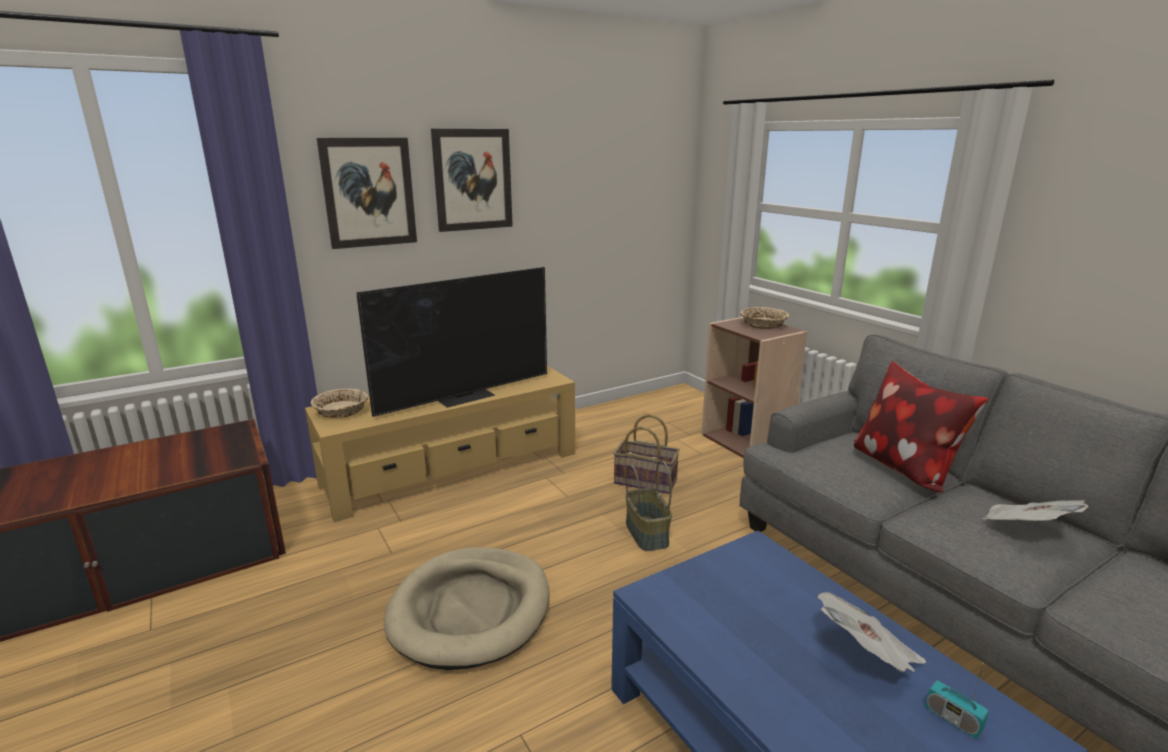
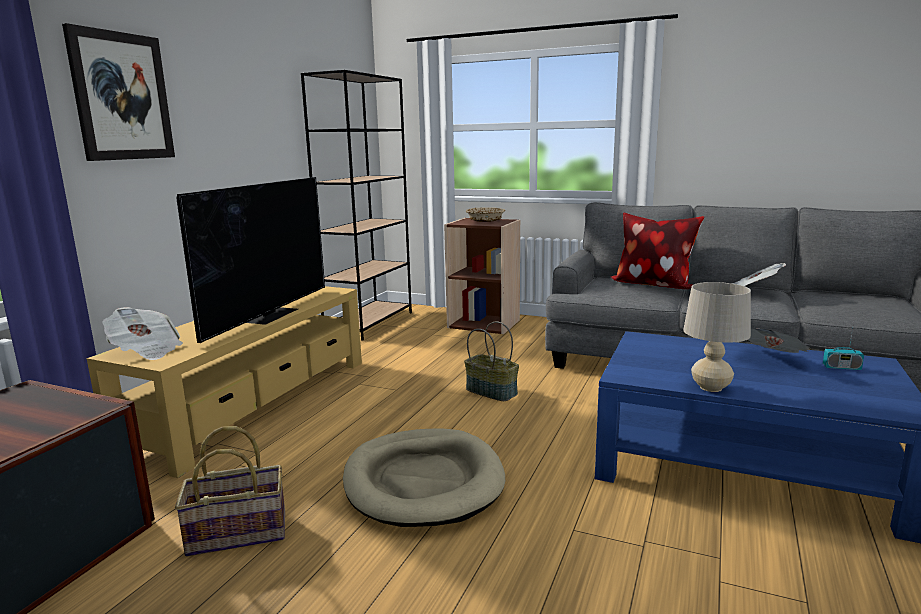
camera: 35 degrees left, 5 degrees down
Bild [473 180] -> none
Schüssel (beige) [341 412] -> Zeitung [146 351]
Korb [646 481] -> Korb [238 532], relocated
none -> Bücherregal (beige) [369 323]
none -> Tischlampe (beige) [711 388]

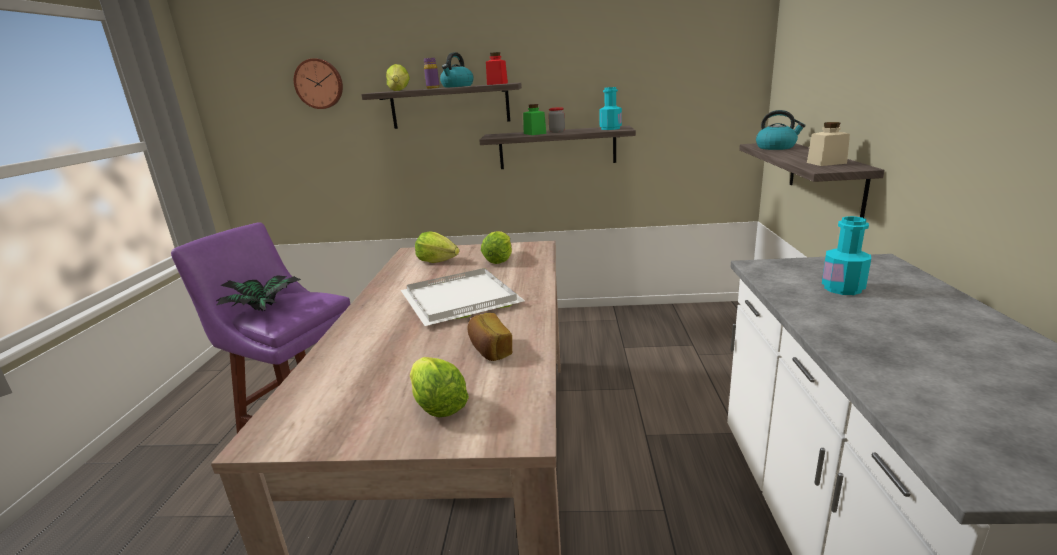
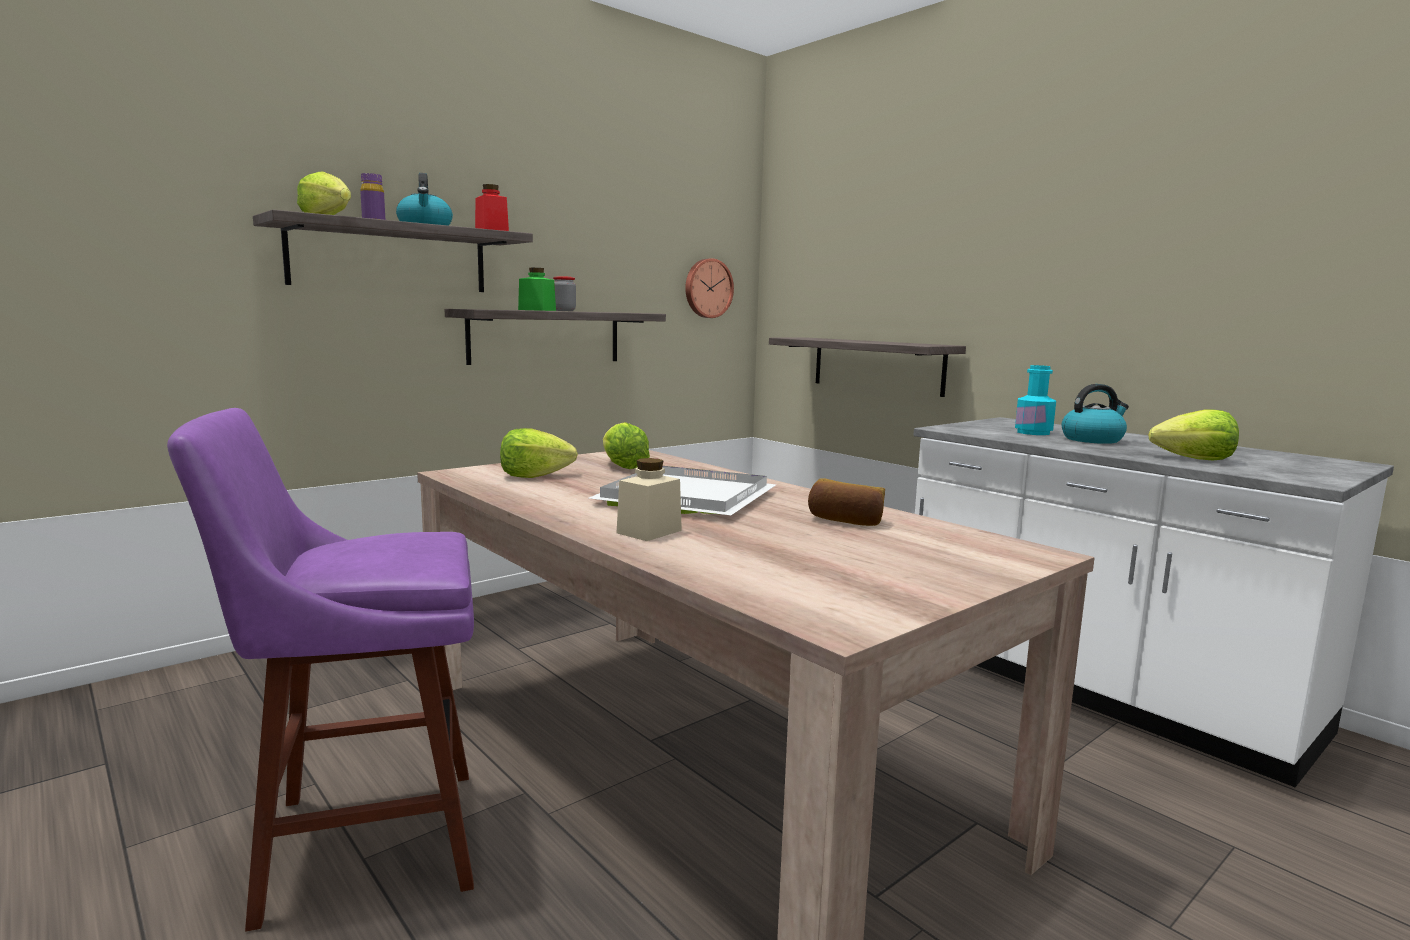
camera: 45 degrees left, 10 degrees down
Wanduhr [319 84] -> Wanduhr [707 288], relocated
Flasche (türkis) [610 129] -> none
Wasserkessel [776 147] -> Wasserkessel [1092 439], relocated
Vorratsglas (beige) [826 163] -> Vorratsglas (beige) [649 532], relocated
Topfpflanze [266 309] -> none
Salatkopf [437 405] -> Salatkopf [1195 459], relocated

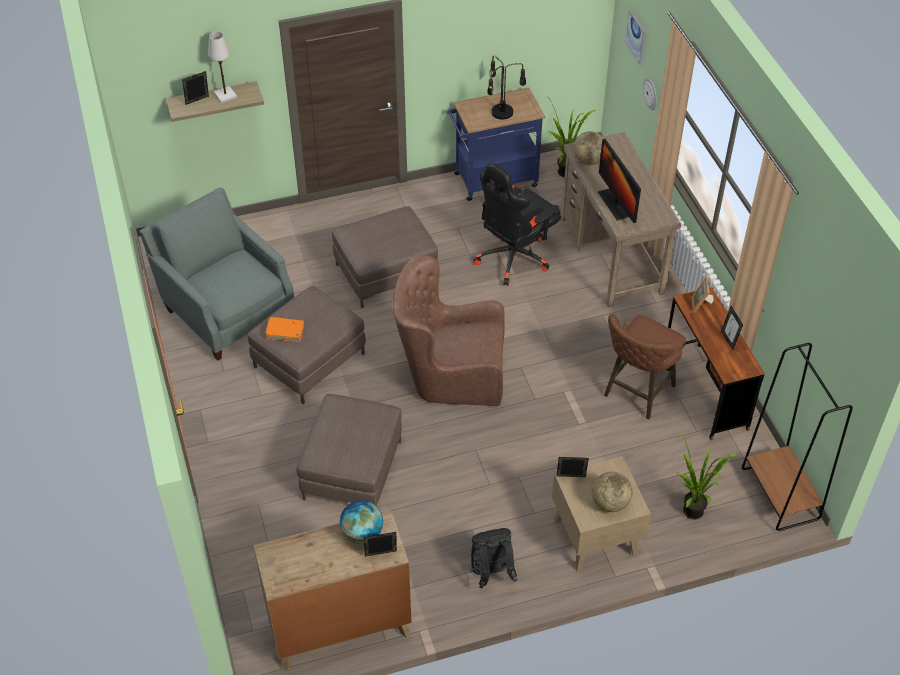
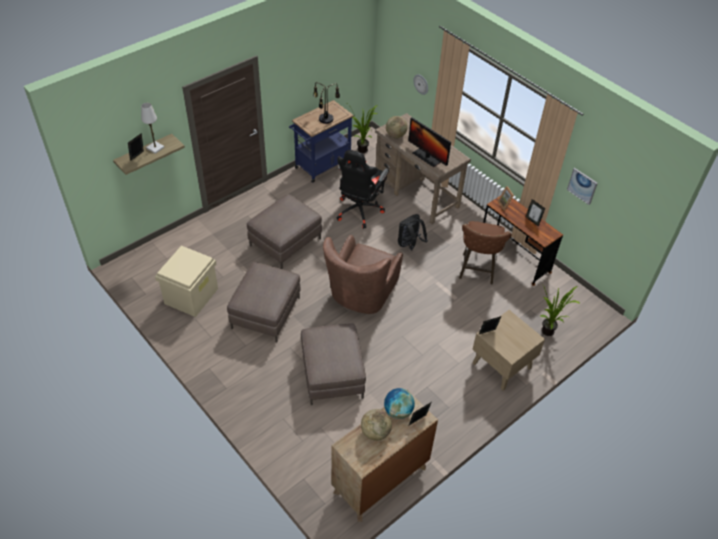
camera: 25 degrees left, 0 degrees up
Bild [636 37] -> Bild [582 186], relocated
Sessel (grau) [226 309] -> Aufbewahrungsbox (beige) [191 295]
Sessel (braun) [450 375] -> Sessel (braun) [360 294], 45 degrees counterclockwise
Buch (orange) [285 332] -> none
Kleiderständer [780 494] -> none
Globus [610 503] -> Globus [375 432], relocated
Rucksack (schwarz) [491 573] -> Rucksack (schwarz) [409 245], relocated

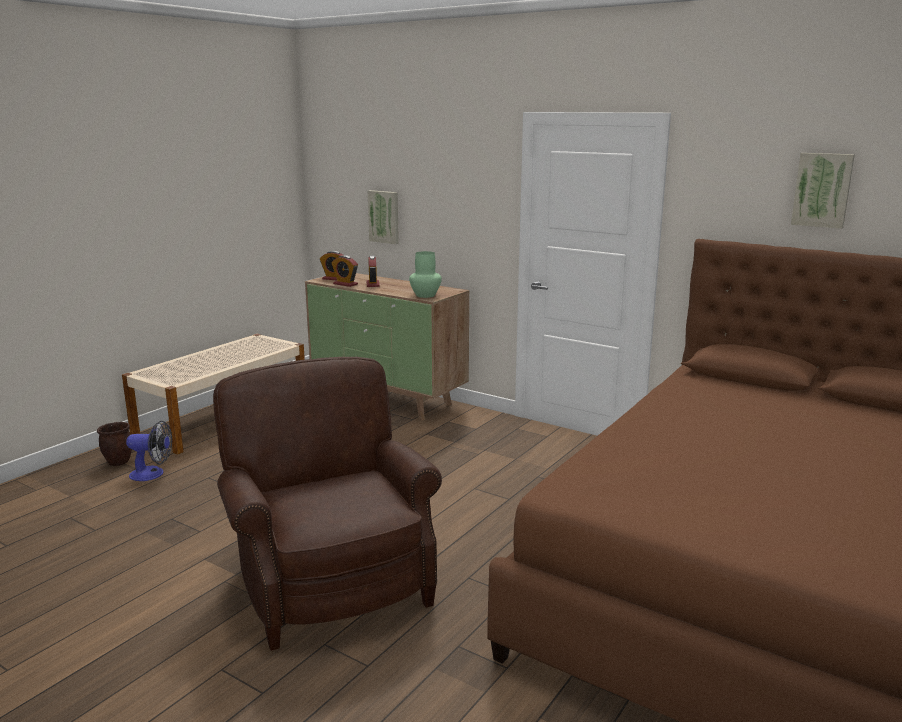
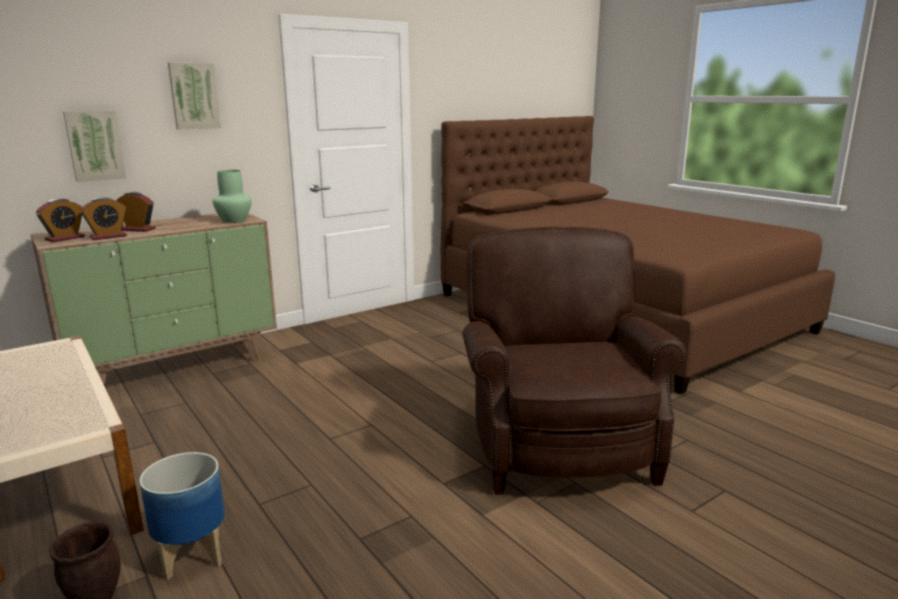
camera: 70 degrees left, 0 degrees up
Bild [822 190] -> Bild [194 96], relocated
Sessel (braun) [329 580] -> Sessel (braun) [557 442], 90 degrees clockwise
Ventilator [152 474] -> Pflanzkübel [191 557]

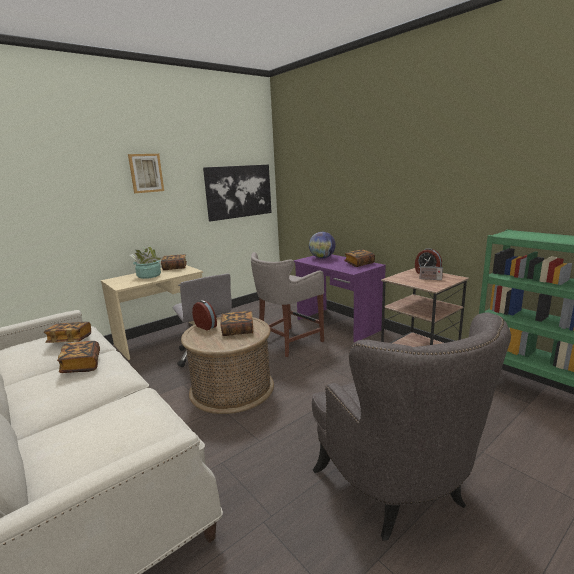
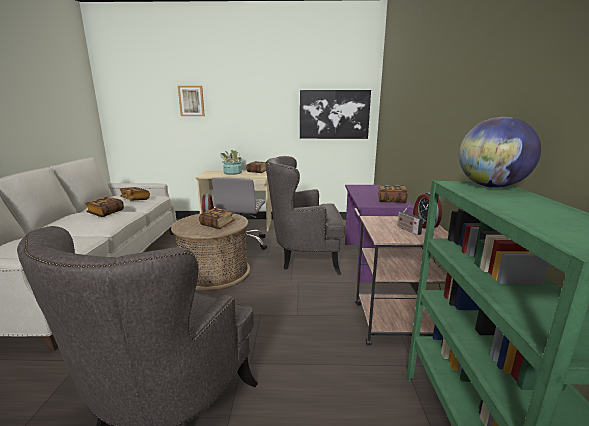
camera: 40 degrees right, 0 degrees up
Bild [146 173] -> Bild [191 101], relocated
Globus [322 258] -> Globus [491 186], relocated
Hocker (grau) [287 342] -> Sessel (grau) [305 258]

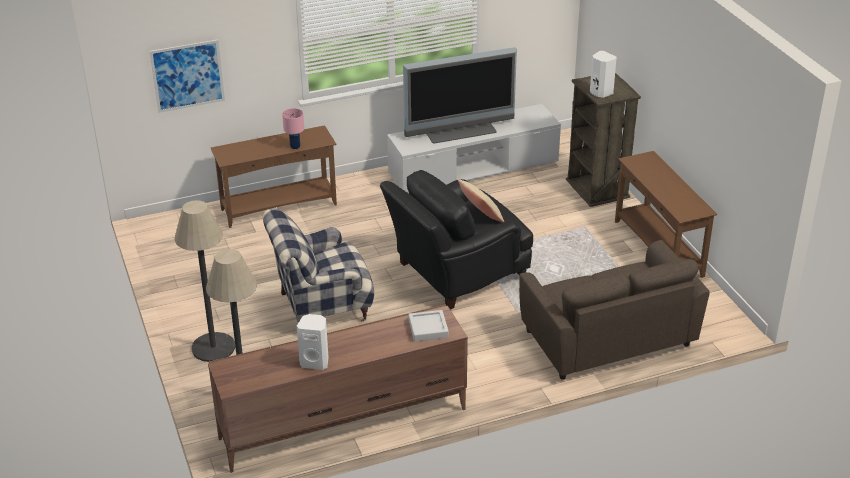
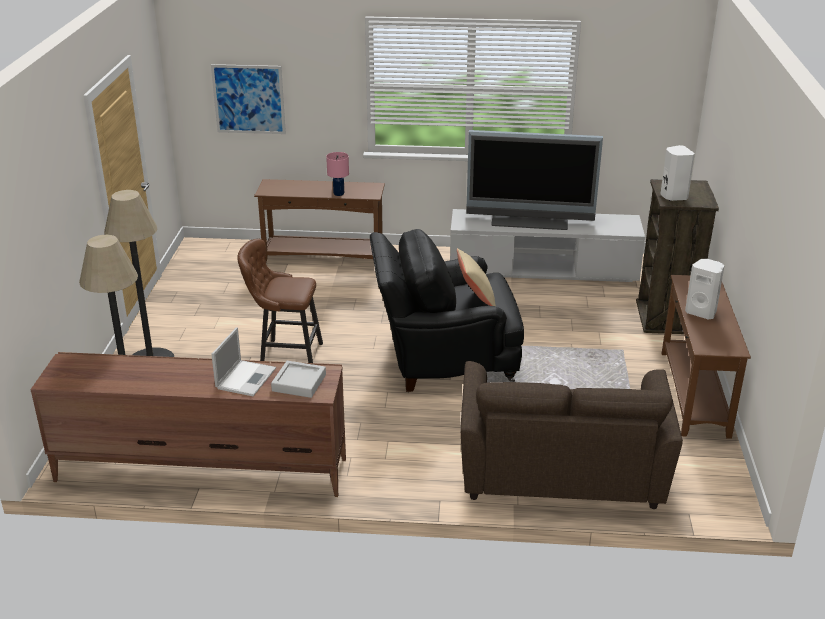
camera: 25 degrees right, 5 degrees down
Sessel [322 307] -> Hocker (braun) [283 354]
Lautsprecher (weiß) [315 362] -> Lautsprecher (weiß) [701 312], relocated
none -> Laptop [246 378]

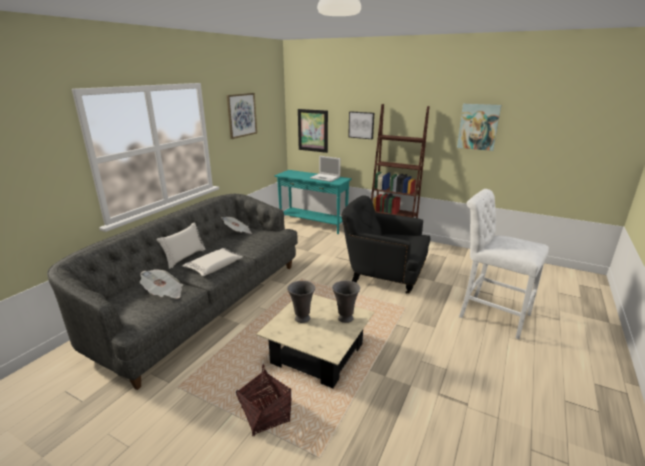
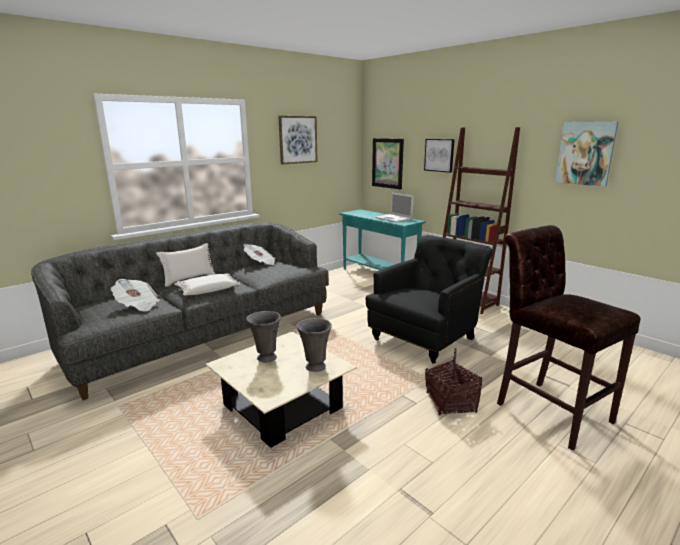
camera: 20 degrees right, 5 degrees down
Hocker (weiß) [490 314] -> Hocker (braun) [548 409]
Sessel (schwarz) [383 274] -> Sessel (schwarz) [426 337], 90 degrees clockwise
Korb [265 415] -> Korb [450 403], relocated

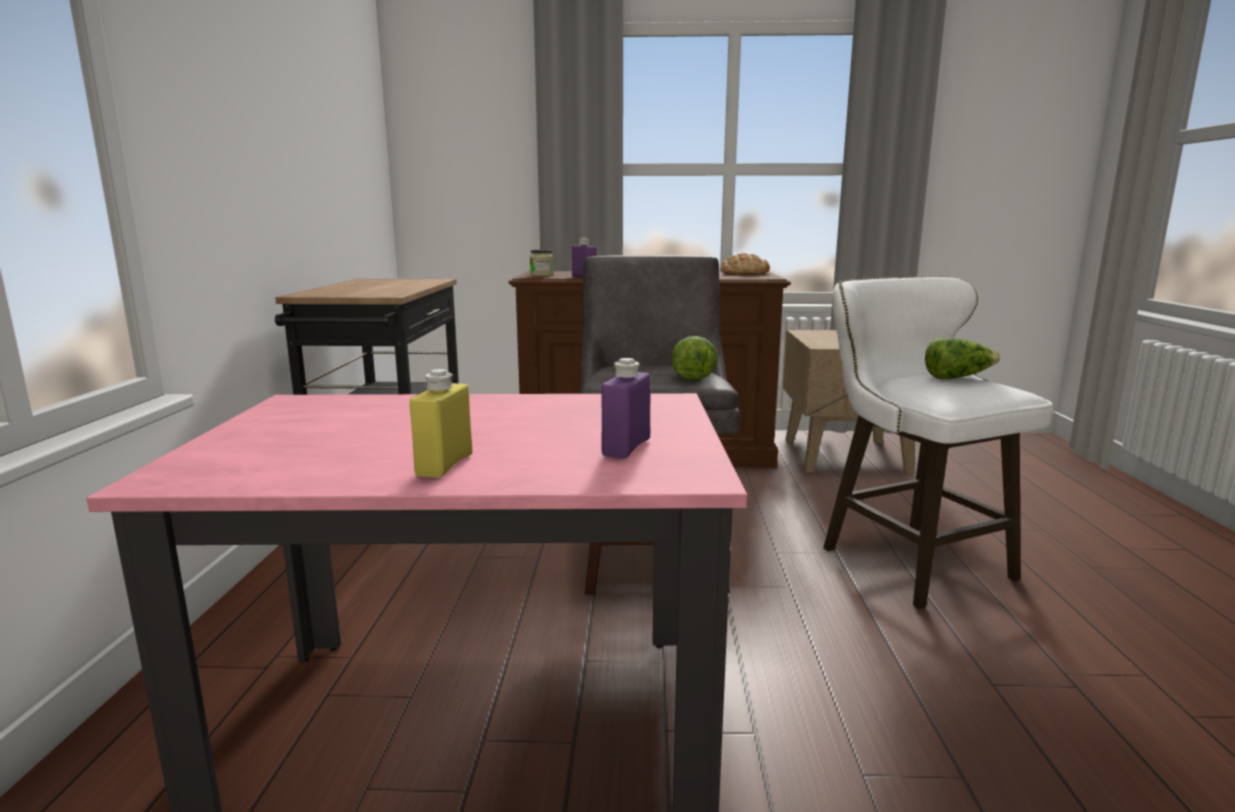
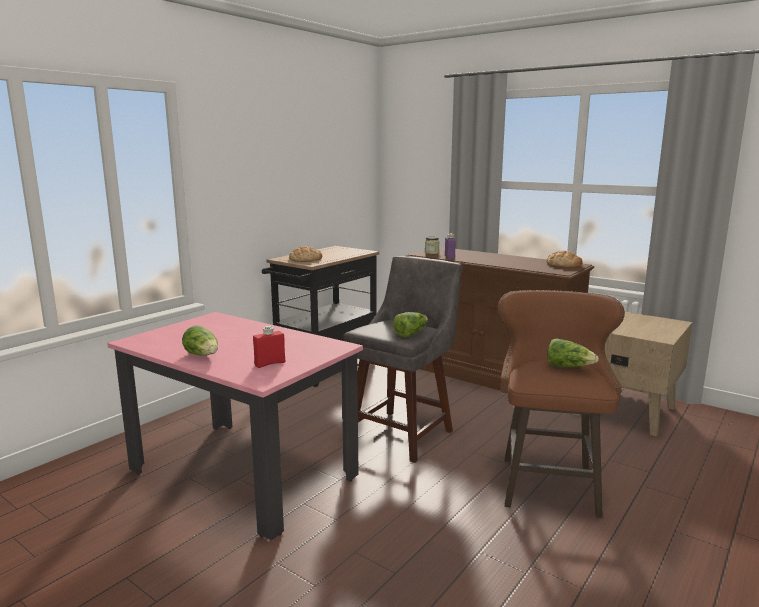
camera: 35 degrees right, 0 degrees up
Hocker (weiß) [910 559] -> Hocker (braun) [548 482]
Flasche (lila) [626 447] -> Flasche (rot) [270 364]
Flasche (gelb) [444 465] -> Salatkopf [203 355]
none -> Brot [305 259]

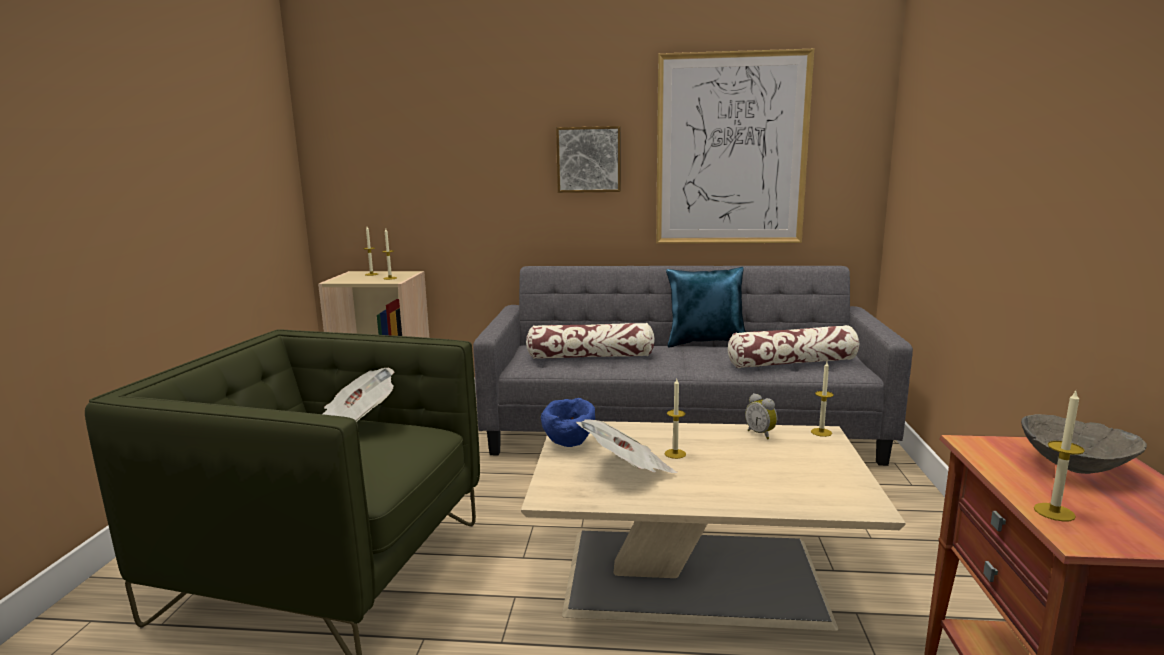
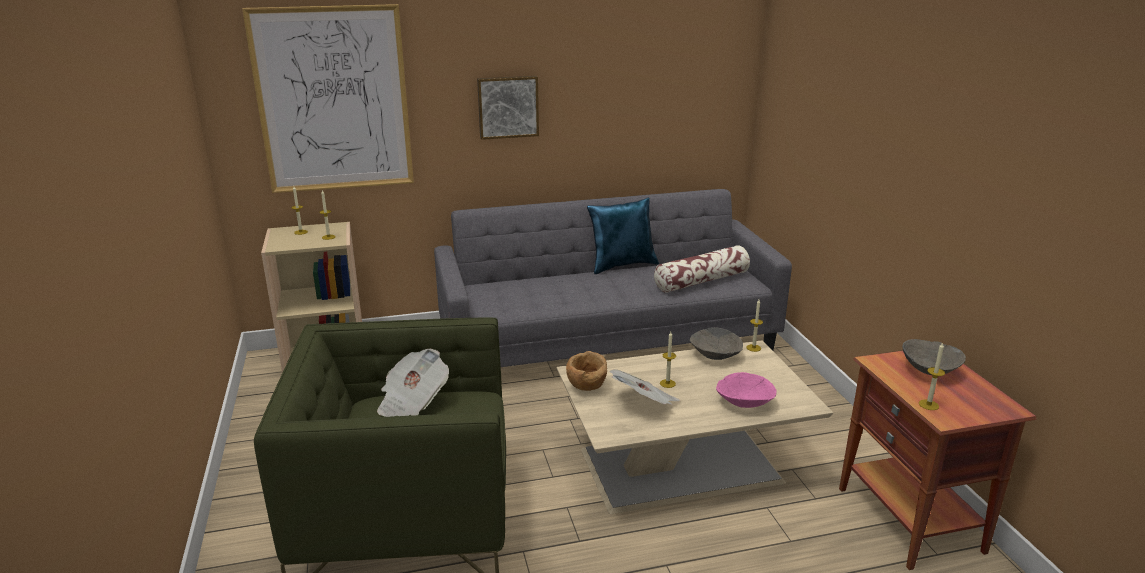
camera: 20 degrees left, 10 degrees up
Bild [731 150] -> Bild [333 100], relocated
Kissen [591 356] -> none
Wecker [761 434] -> Schüssel (grau) [715 356]
Schüssel (blau) [569 444] -> Schüssel (braun) [587 388]
none -> Schüssel (rosa) [744 403]

